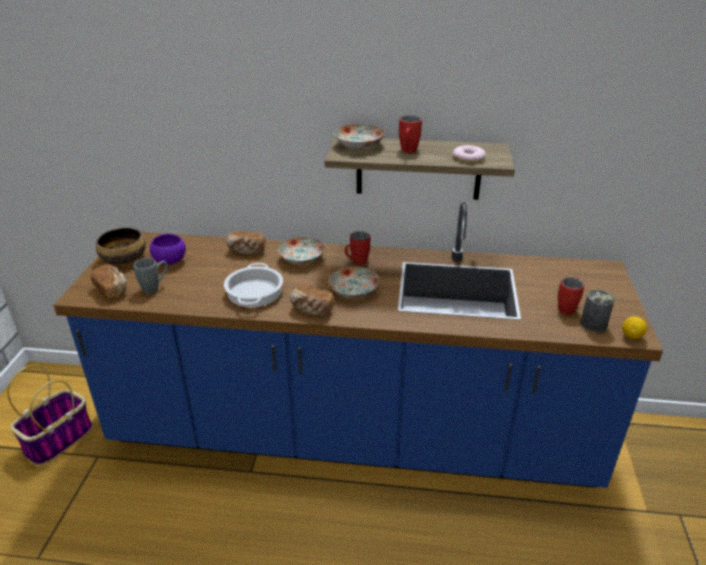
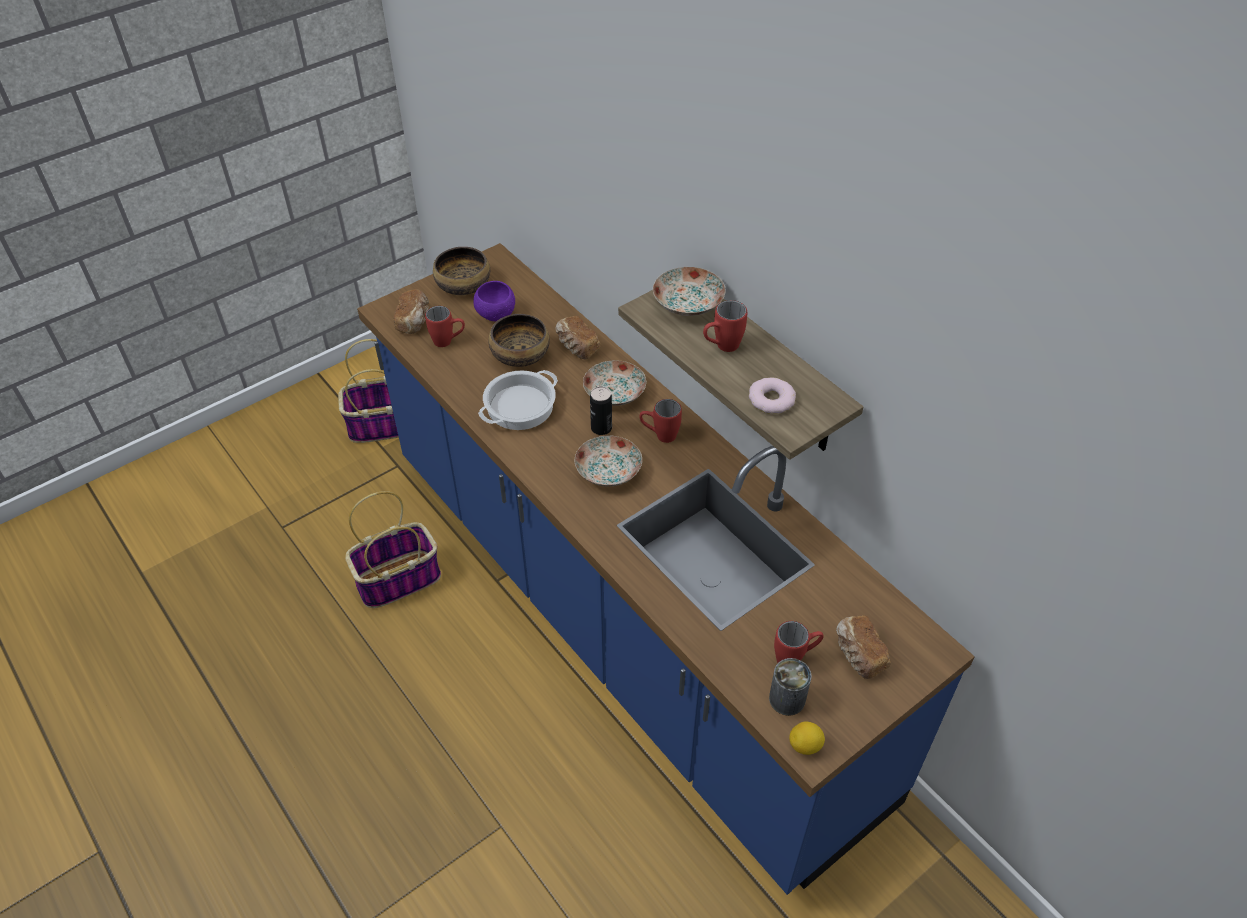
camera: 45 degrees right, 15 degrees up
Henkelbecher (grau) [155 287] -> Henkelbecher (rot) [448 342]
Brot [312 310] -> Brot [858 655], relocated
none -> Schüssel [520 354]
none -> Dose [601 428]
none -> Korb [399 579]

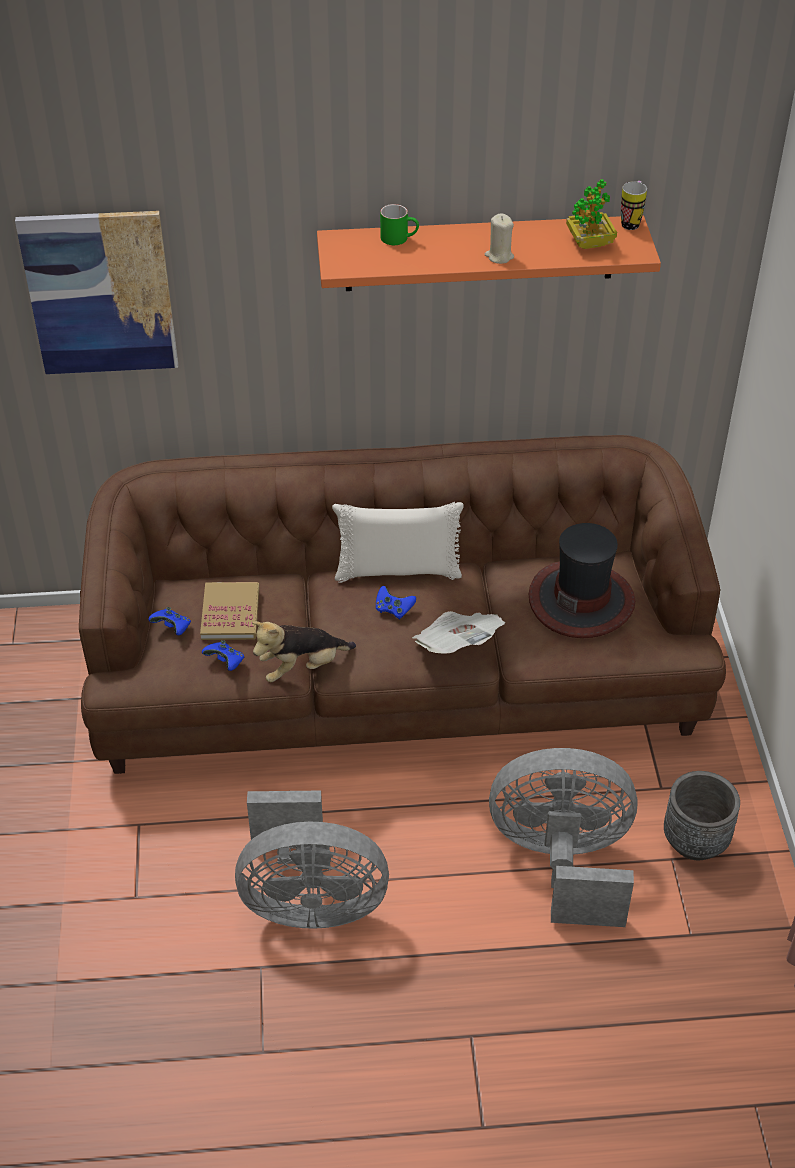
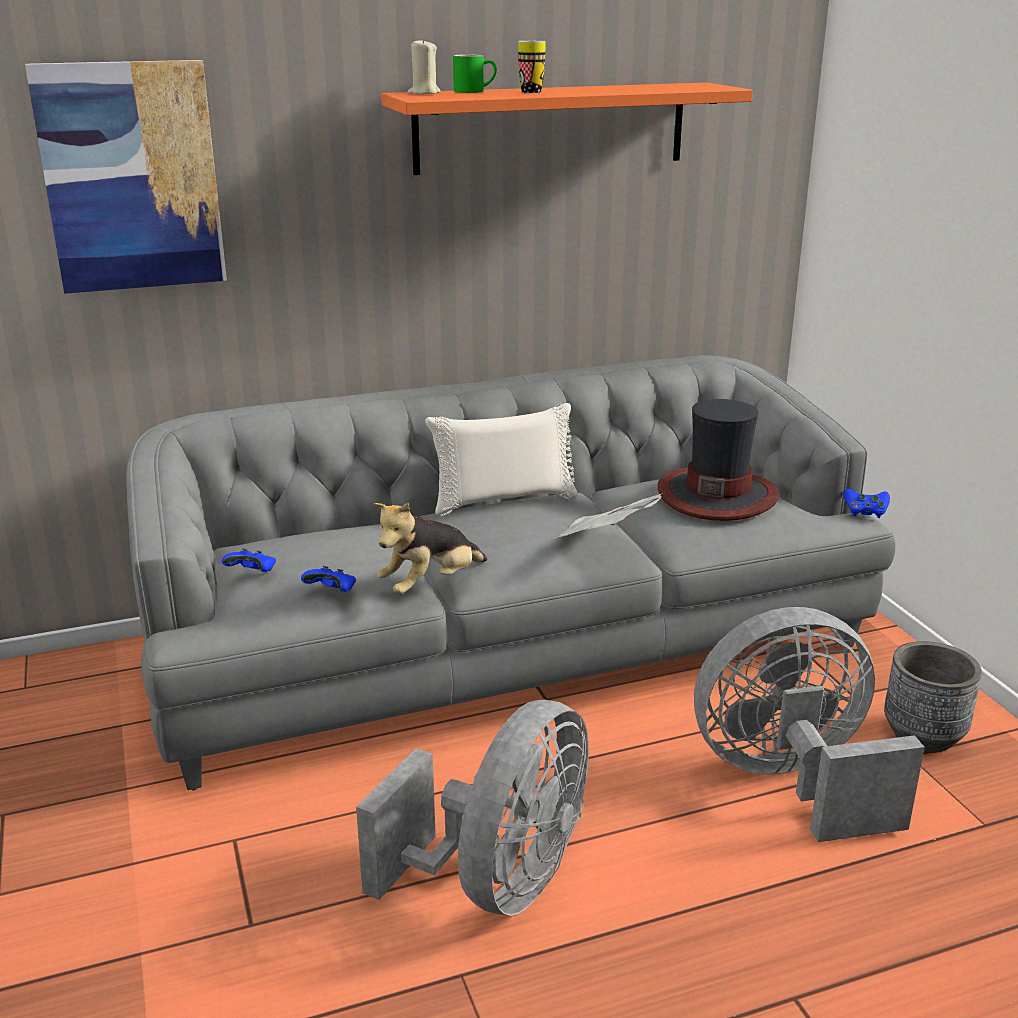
camera: 15 degrees left, 20 degrees down
Topfpflanze [589 243] -> none
Henkelbecher [632 222] -> Henkelbecher [532 91], relocated
Kerze (beige) [499 256] -> Kerze (beige) [424 93], relocated
Sofa (braun) [396 676] -> Sofa (grau) [508 648]
Buch [230 613] -> none
Gamepad (blau) [393 609] -> Gamepad (blau) [865 512], relocated
Ventilator (grau) [309 902] -> Ventilator (grau) [499 882], 45 degrees counterclockwise

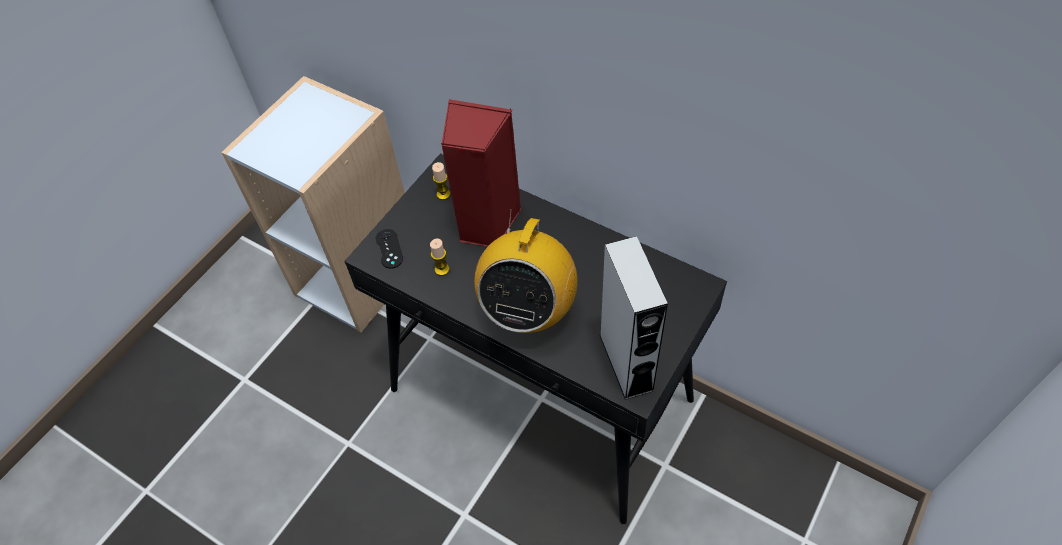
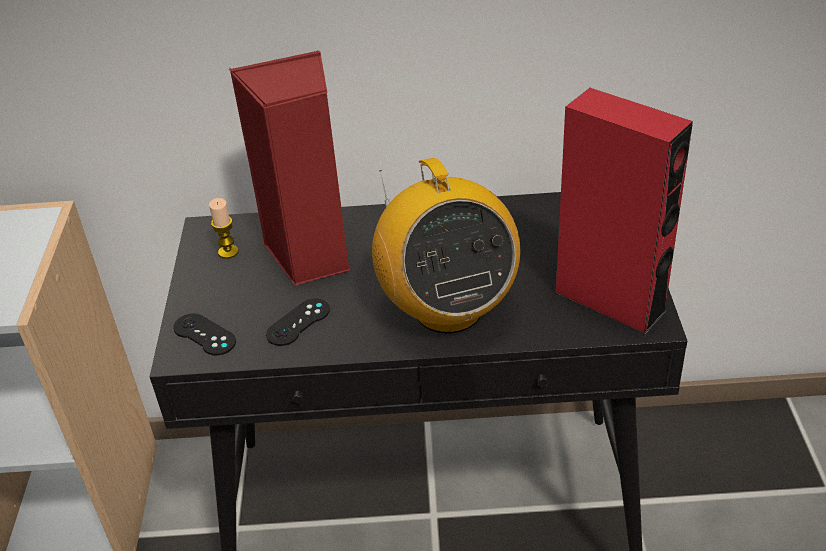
camera: 35 degrees left, 15 degrees down
Lautsprecher (grau) [626 362] -> Lautsprecher (rot) [609 302]
Kerze [442 269] -> Gamepad (schwarz) [298 322]

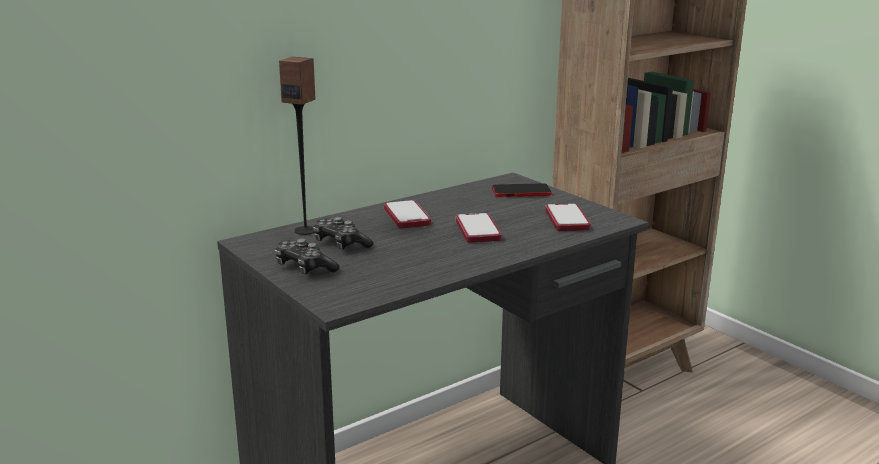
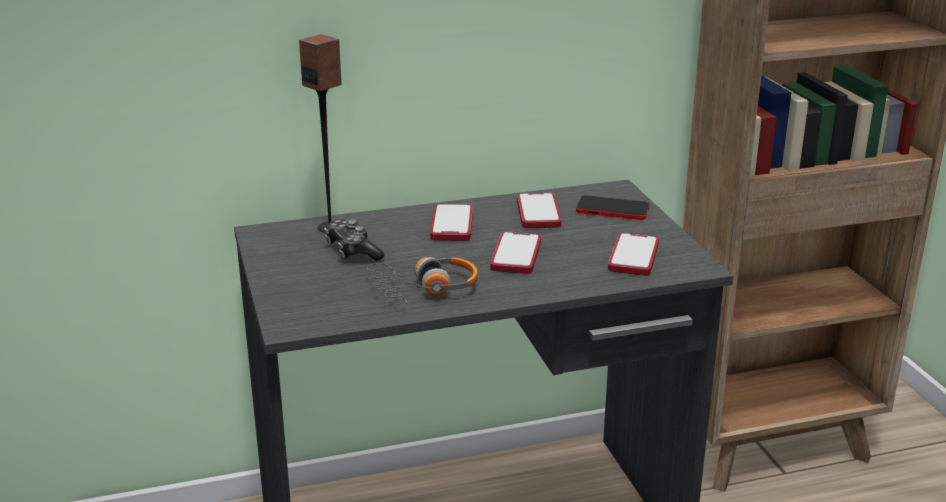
camera: 20 degrees right, 5 degrees up
Gamepad [304 268] -> none
none -> Handy [538 213]
none -> Kopfhörer [424 289]

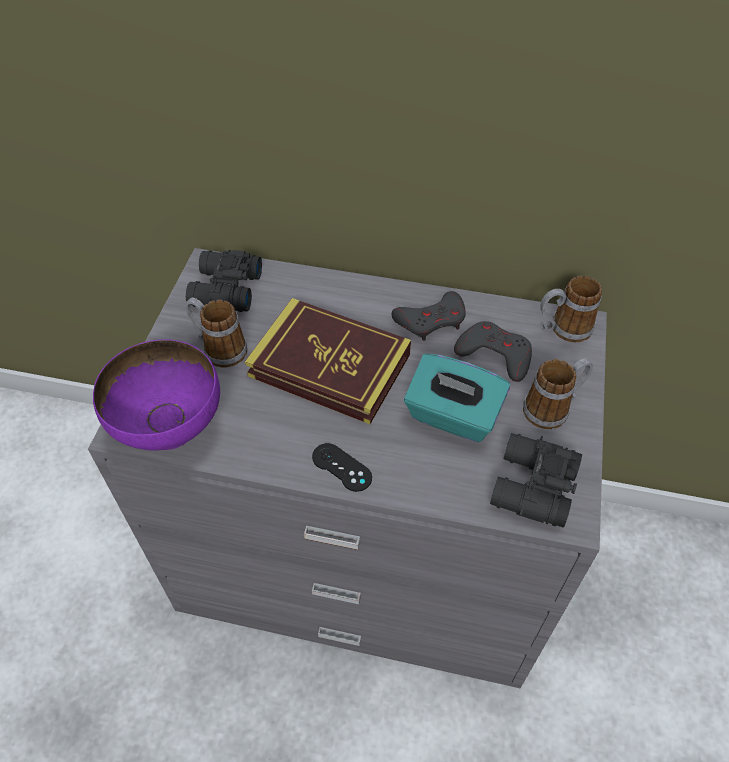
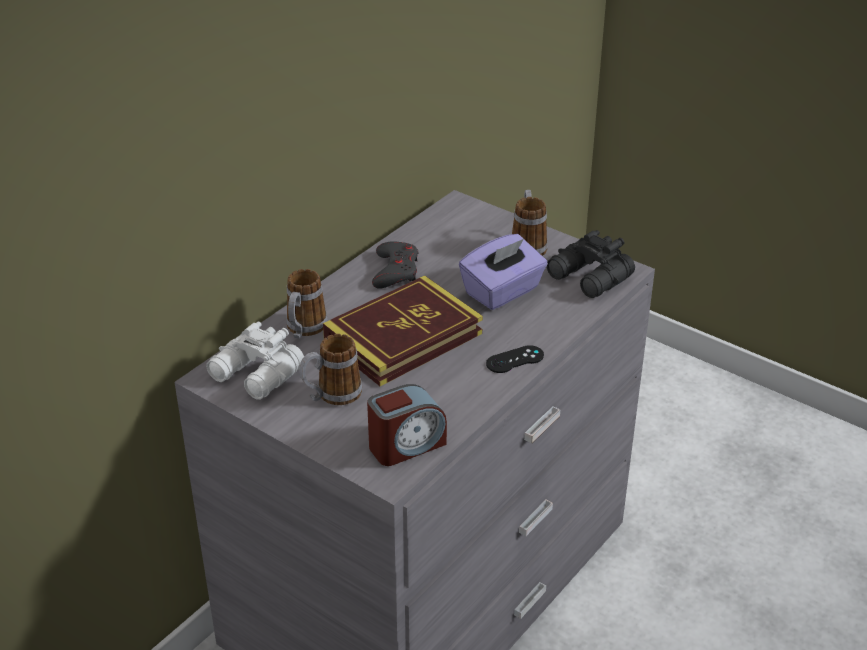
camera: 65 degrees left, 15 degrees down
Fernglas (schwarz) [224 290] -> Fernglas (weiß) [256 375]
Henkelbecher [562 329] -> Henkelbecher [304 330], relocated
Gamepad (grau) [494 354] -> none
Schüssel (lila) [171 427] -> Wecker [406 445]
Taschentuchbox (türkis) [452 416] -> Taschentuchbox (lila) [502 291]

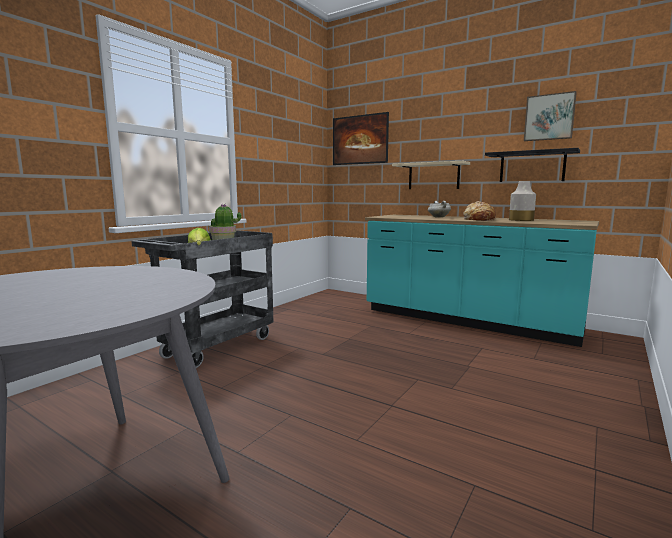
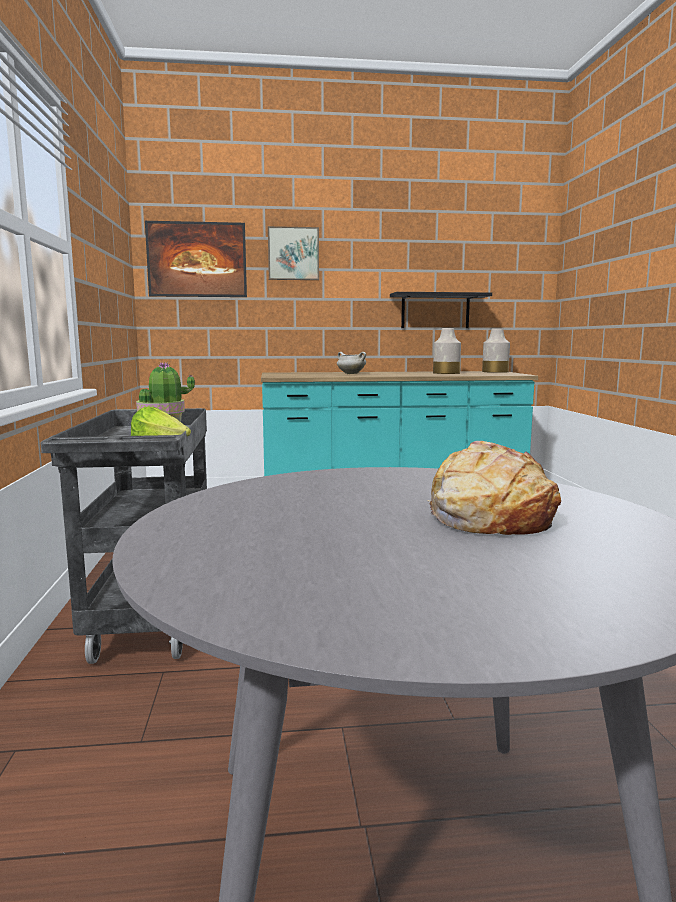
camera: 40 degrees left, 0 degrees up
Bild [549 117] -> Bild [293 254], relocated
Wandregal (beige) [433 176] -> none
Brot [479 219] -> Brot [488 516], relocated
none -> Vase (beige) [495 371]

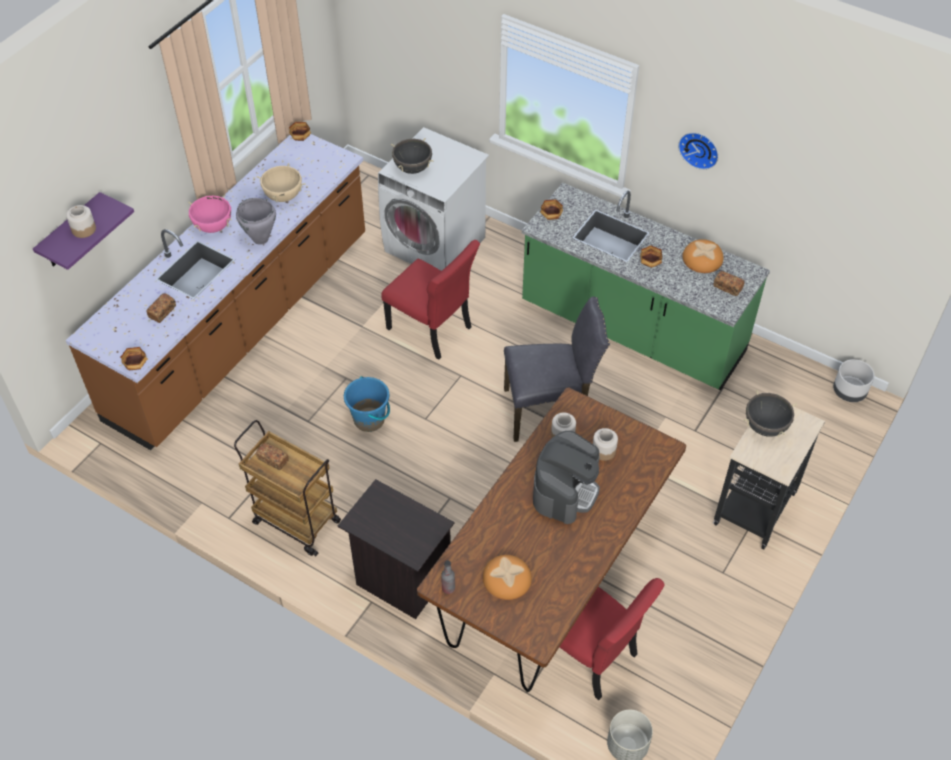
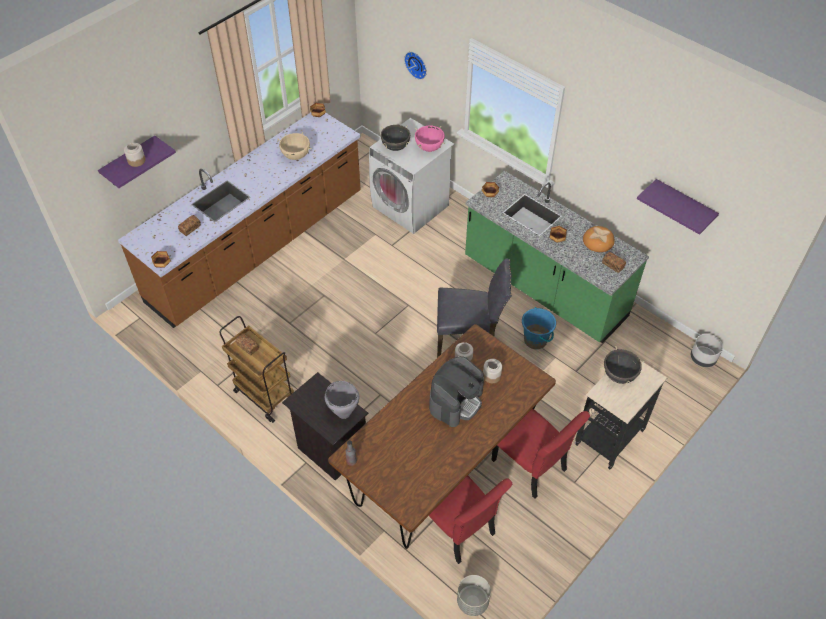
camera: 10 degrees right, 0 degrees up
Wanduhr [700 148] -> Wanduhr [417 64], relocated
Kochtopf (rosa) [213 226] -> Kochtopf (rosa) [429 147], relocated
Kochtopf (grau) [260 239] -> Kochtopf (grau) [343 413], relocated
Stuhl (rot) [431 330] -> Stuhl (rot) [531 467], relocated
Eimer (blau) [369 419] -> Eimer (blau) [535 340], relocated
Brot [507 579] -> none
none -> Wandregal (lila) [683 205]

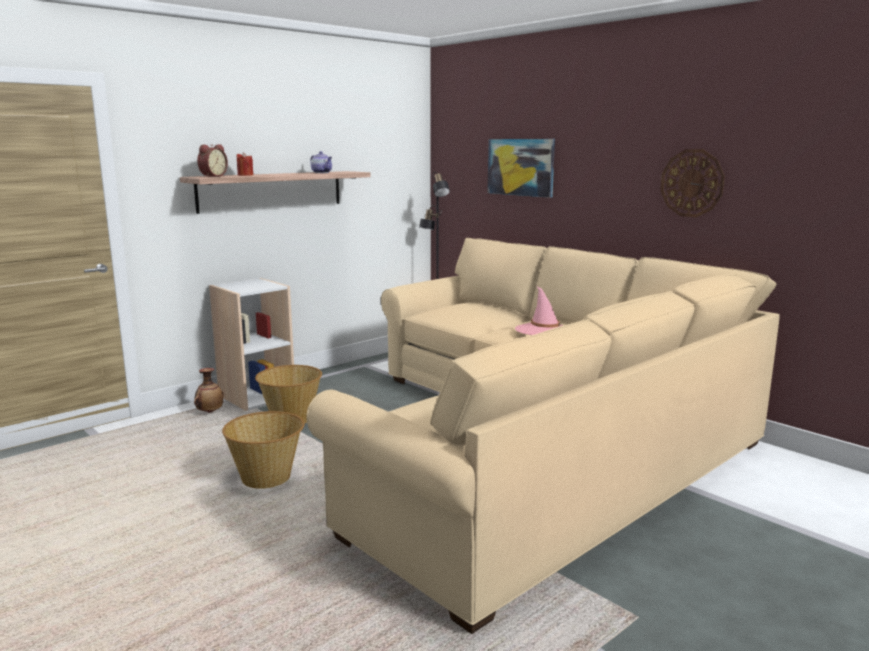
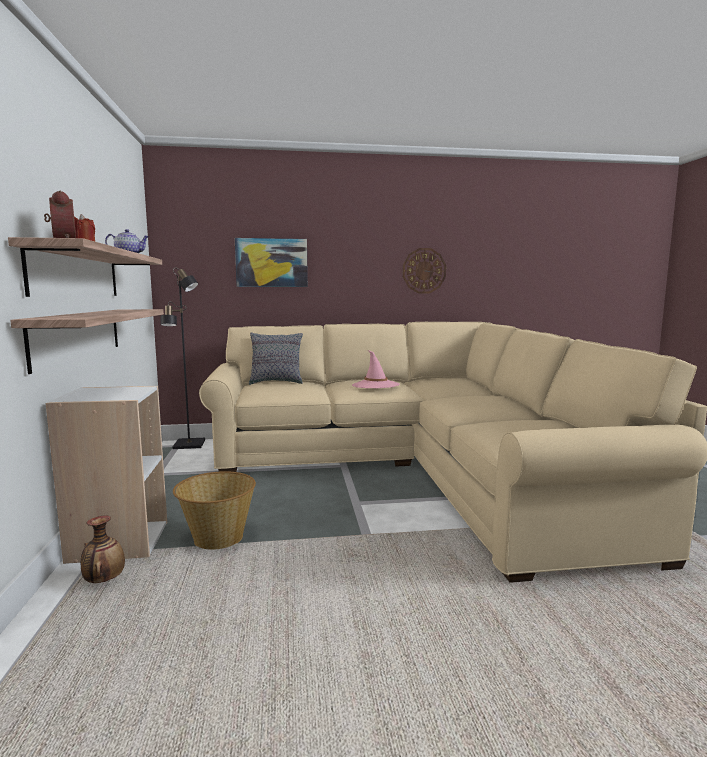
camera: 55 degrees left, 5 degrees down
Korb [267 478] -> none
none -> Wandregal [79 335]
none -> Kissen (grau) [276 382]

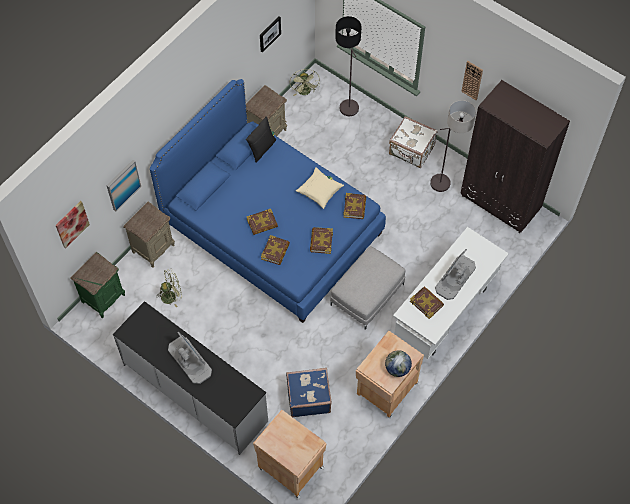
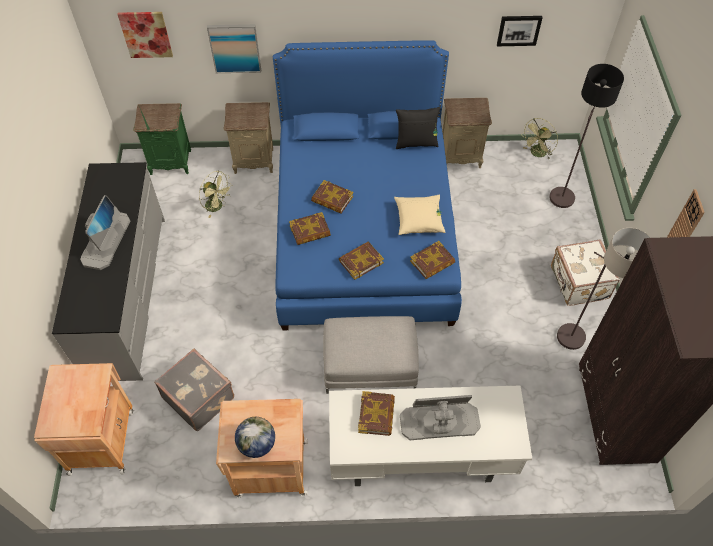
camera: 50 degrees right, 5 degrees down
Koffer (blau) [308 397] -> Koffer (grau) [199 397]

